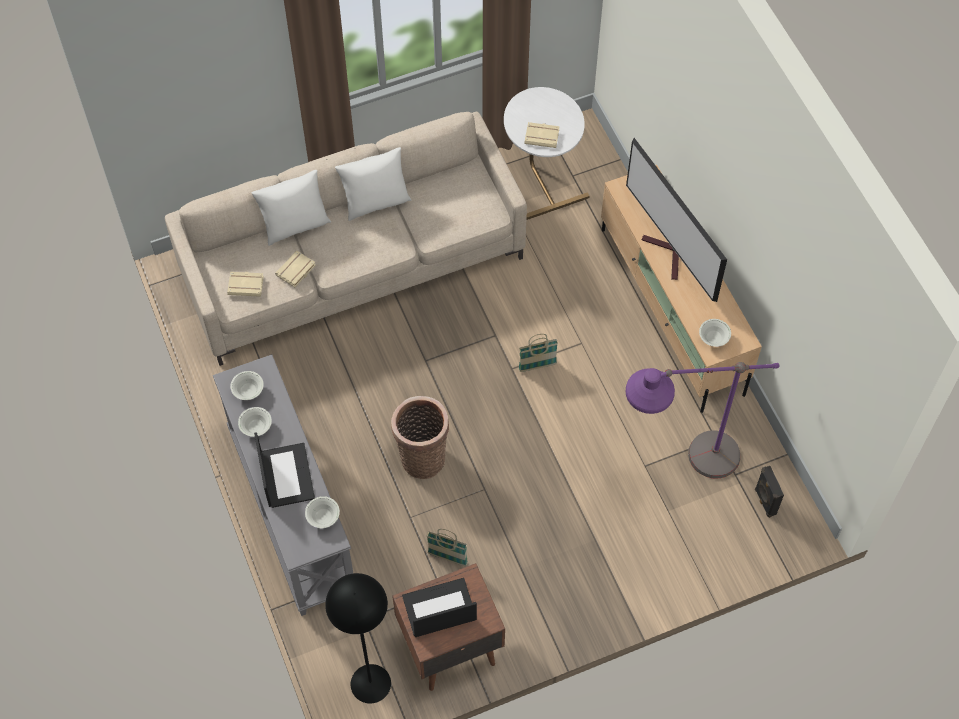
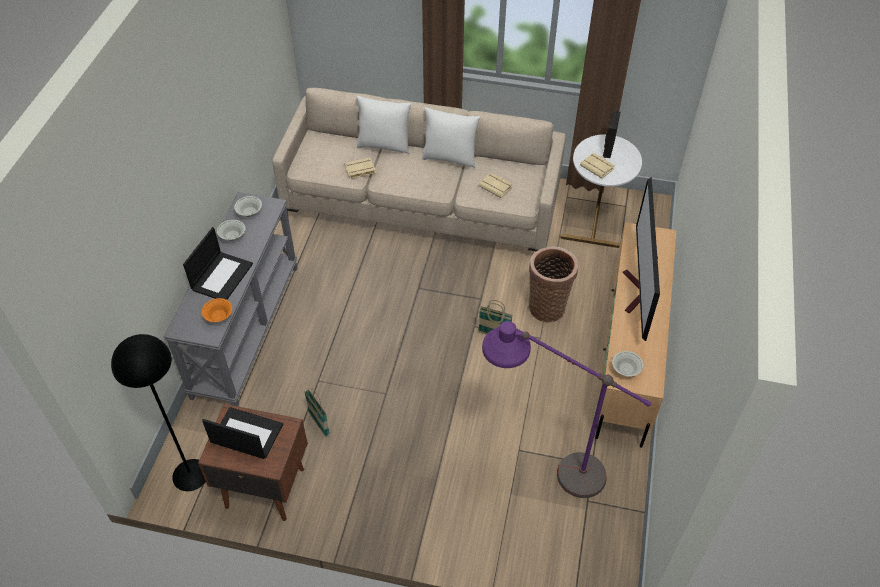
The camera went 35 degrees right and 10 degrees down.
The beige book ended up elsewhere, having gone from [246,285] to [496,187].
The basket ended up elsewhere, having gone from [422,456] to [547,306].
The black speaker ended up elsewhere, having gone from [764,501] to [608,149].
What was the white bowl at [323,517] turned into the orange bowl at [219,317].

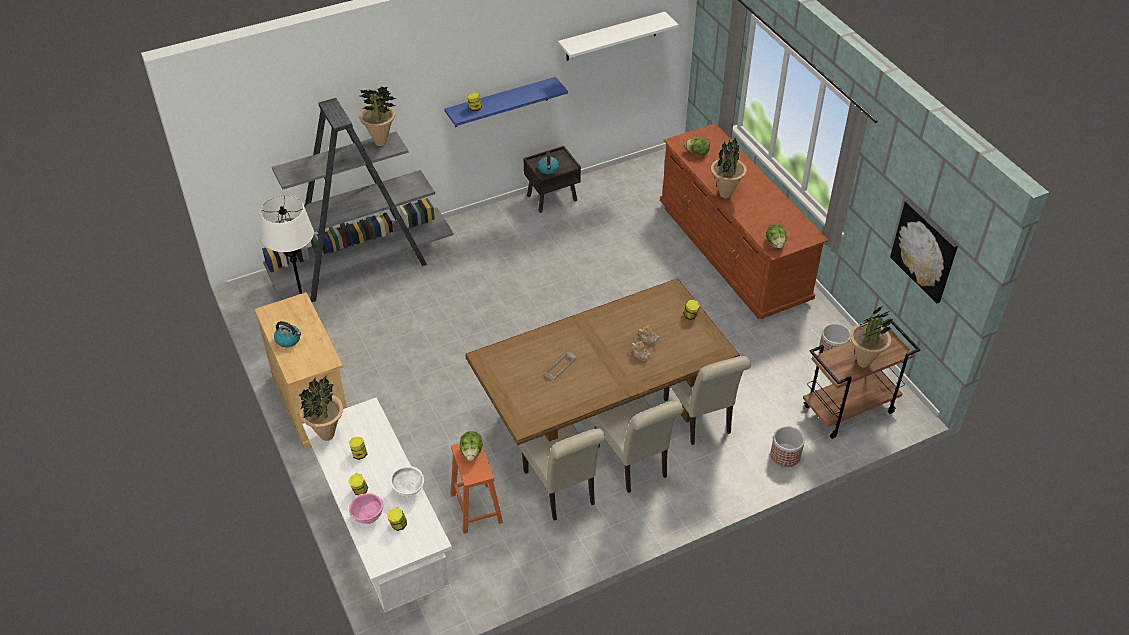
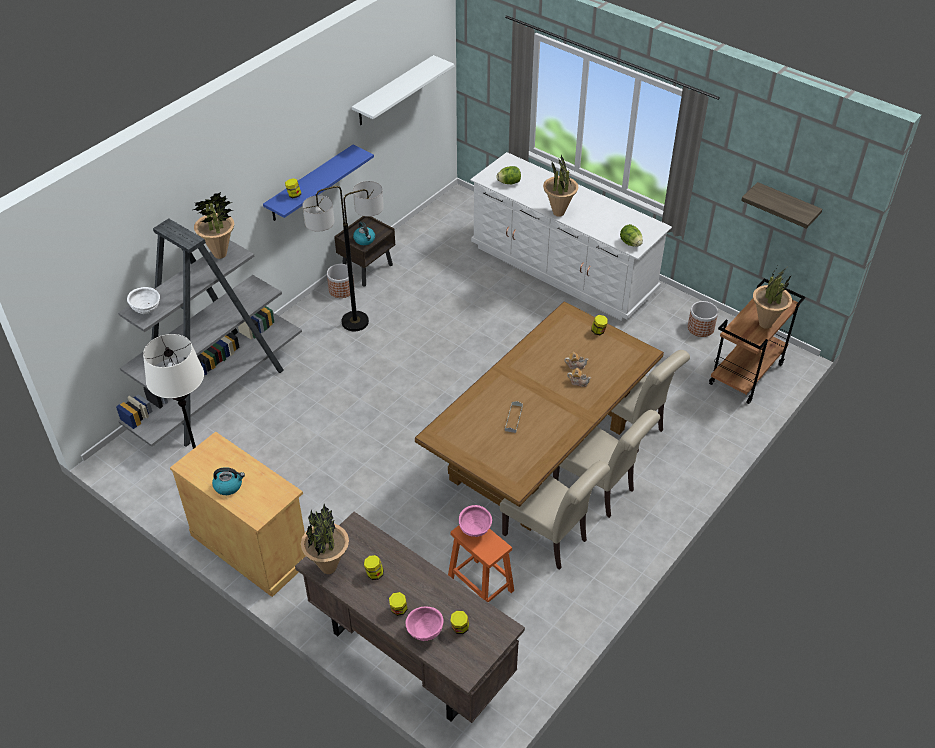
The camera went 25 degrees left and 0 degrees up.
The second view gained the floor lamp at [355,322].
The white bowl ended up elsewhere, having gone from [408,491] to [147,310].
The planter ended up elsewhere, having gone from [785,455] to [341,290].
Where the lettuce stood at [471,452], the pink bowl came to stand at [475,531].
Where the picture hung at [924,251], the shelf came to hang at [786,206].
What was the white desk at [383,540] turned into the brown desk at [409,654].
What was the brown dresser at [732,252] turned into the white dresser at [562,269].

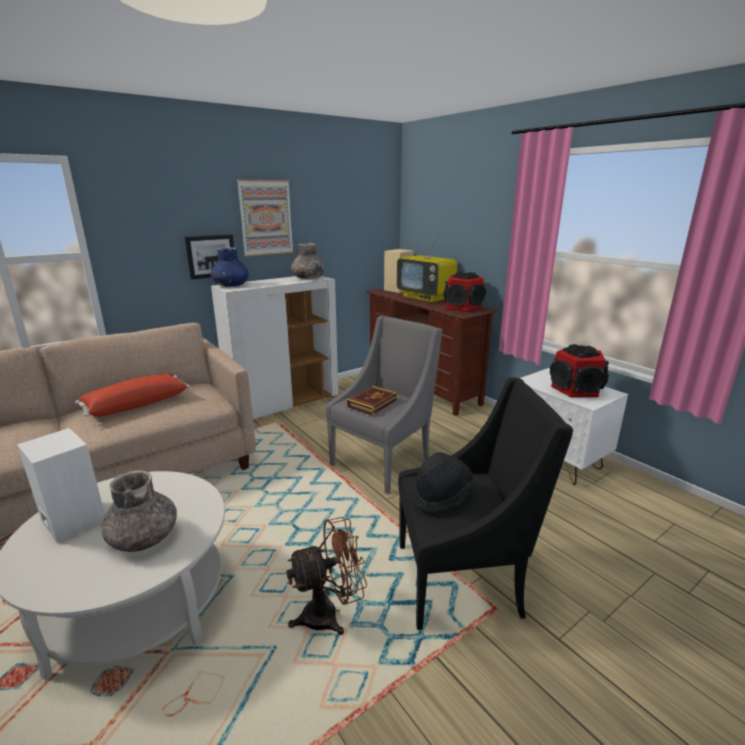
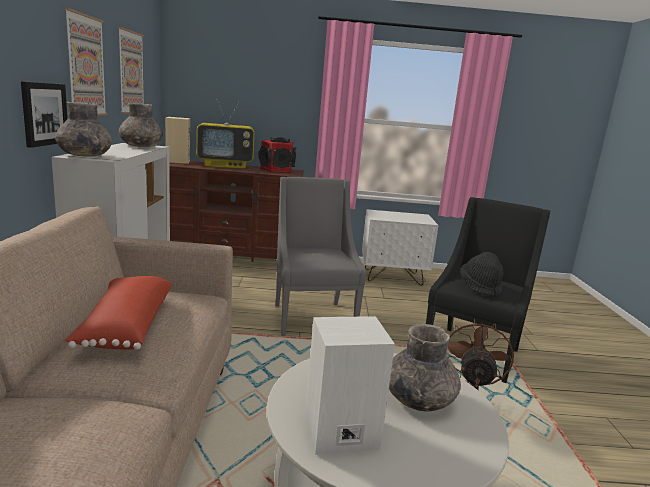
The camera went 55 degrees left and 5 degrees down.
The second view lost the book at [372,403].
The second view lost the speaker at [576,390].
The second view gained the picture at [130,72].
What was the blue vase at [231,285] turned into the grey vase at [84,155].

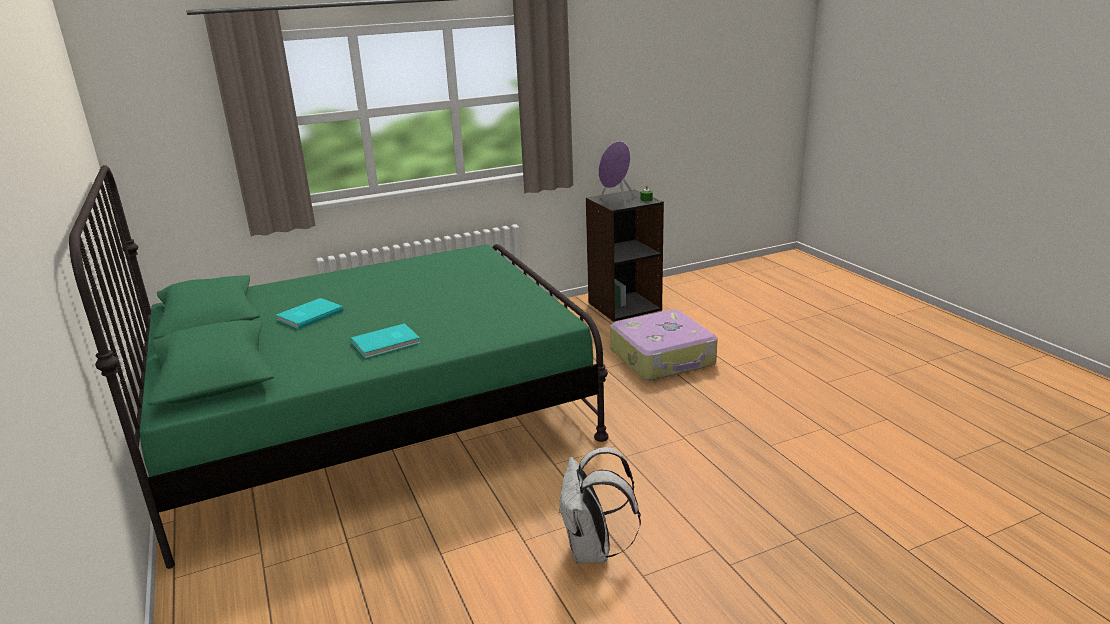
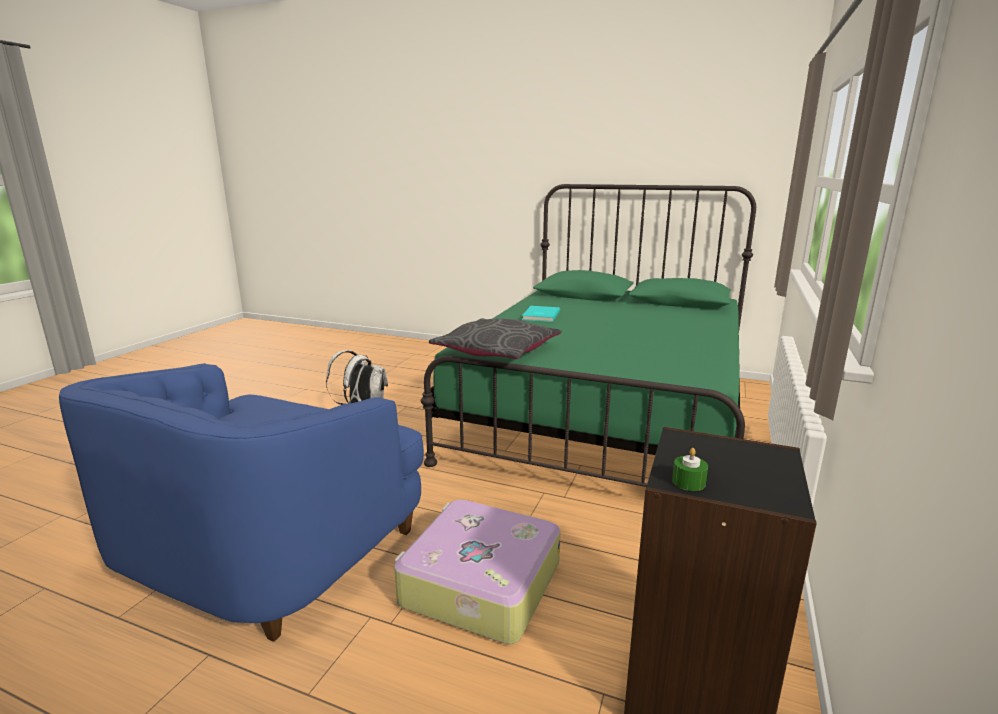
The camera went 135 degrees right and 5 degrees down.
The second view lost the turquoise book at [308,315].
The second view lost the purple speaker at [616,201].
The second view gained the blue armchair at [270,548].
The second view gained the grey pillow at [497,351].

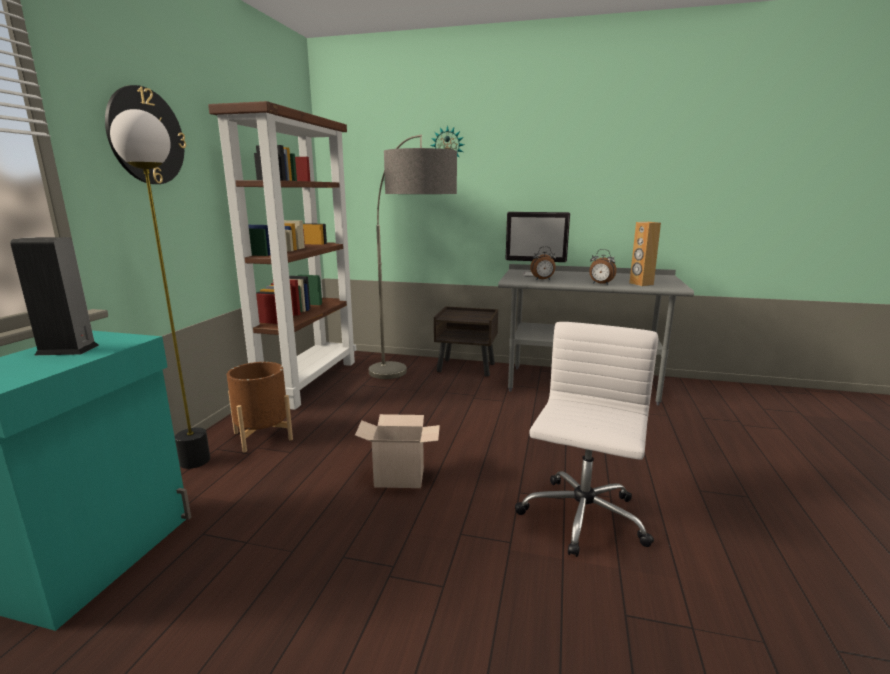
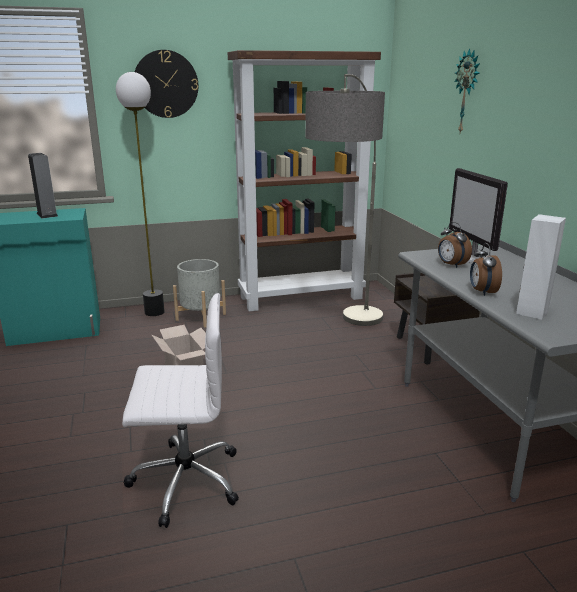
The camera went 60 degrees right and 5 degrees up.
What was the brown planter at [263,436] turned into the grey planter at [201,317].
What was the brown speaker at [641,284] turned into the white speaker at [531,312].

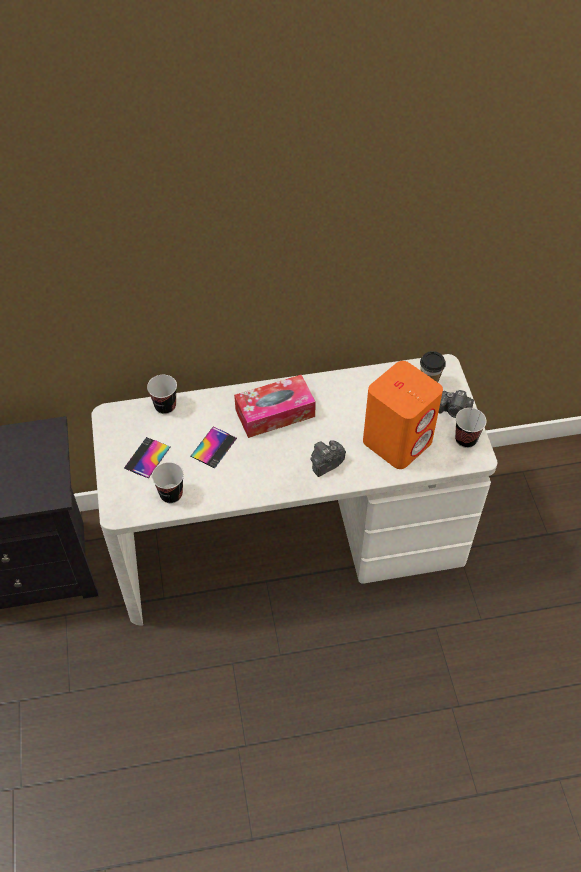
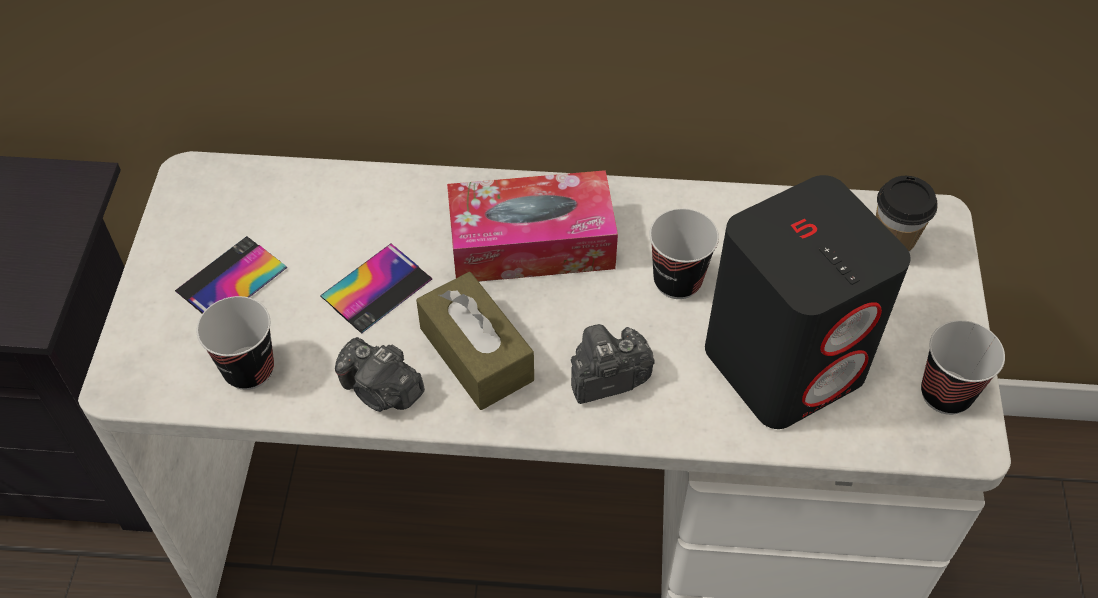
The camera went 15 degrees right and 0 degrees up.
The second view gained the brown tissue box at [476,354].
The cup ended up elsewhere, having gone from [165,406] to [677,281].
The photo camera ended up elsewhere, having gone from [454,411] to [381,391].
What was the orange speaker at [398,440] turned into the black speaker at [785,362].

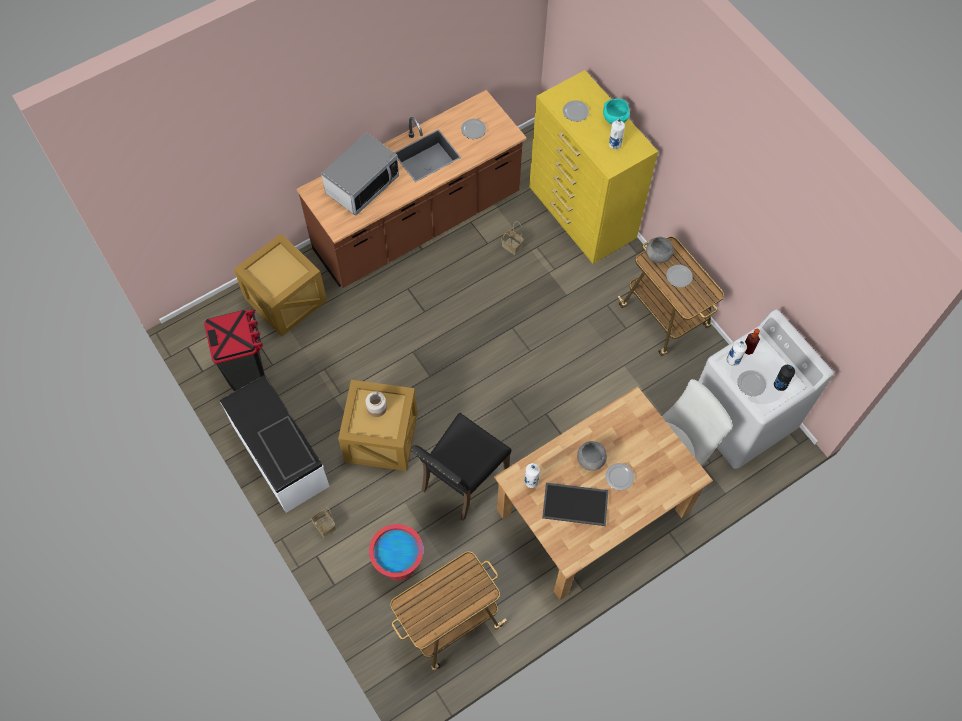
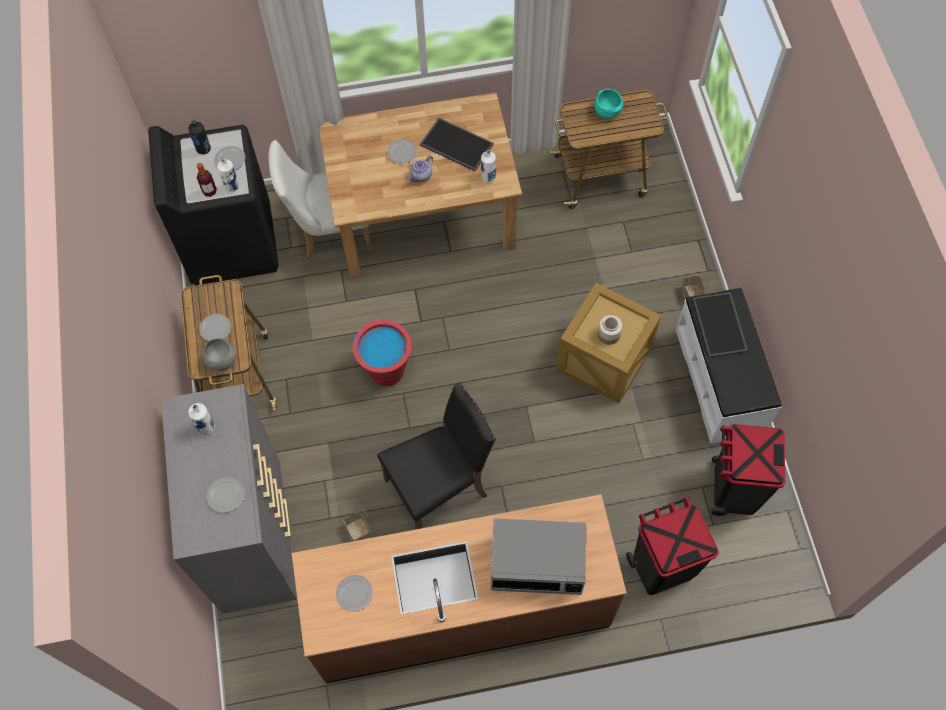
The camera went 155 degrees left and 0 degrees up.
The red bucket ended up elsewhere, having gone from [399,565] to [386,371].
The black chair ended up elsewhere, having gone from [462,481] to [439,488].
The turquoise bowl ended up elsewhere, having gone from [615,119] to [606,111].
Where the crate stood at [286,299], the black trash can came to stand at [662,567].
Where the grey bowl stood at [590,460], the teapot came to stand at [421,176].
What was the yellow dresser at [581,217] turned into the grey dresser at [255,536].
What was the white washing machine at [740,421] turned into the black washing machine at [231,243].
The microwave at [362,185] ended up facing another way, 150 degrees counterclockwise from before.

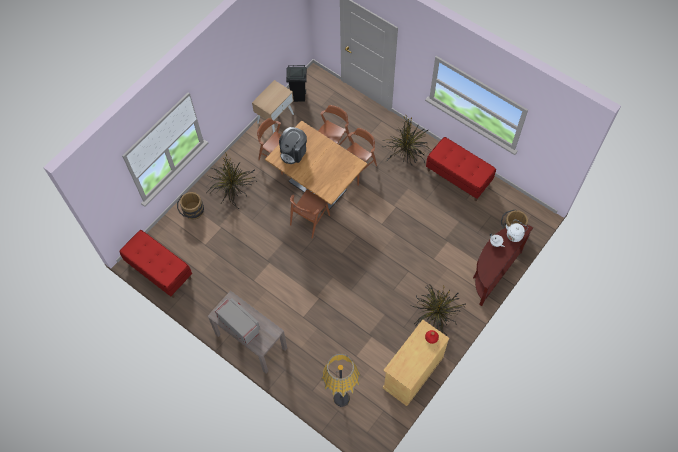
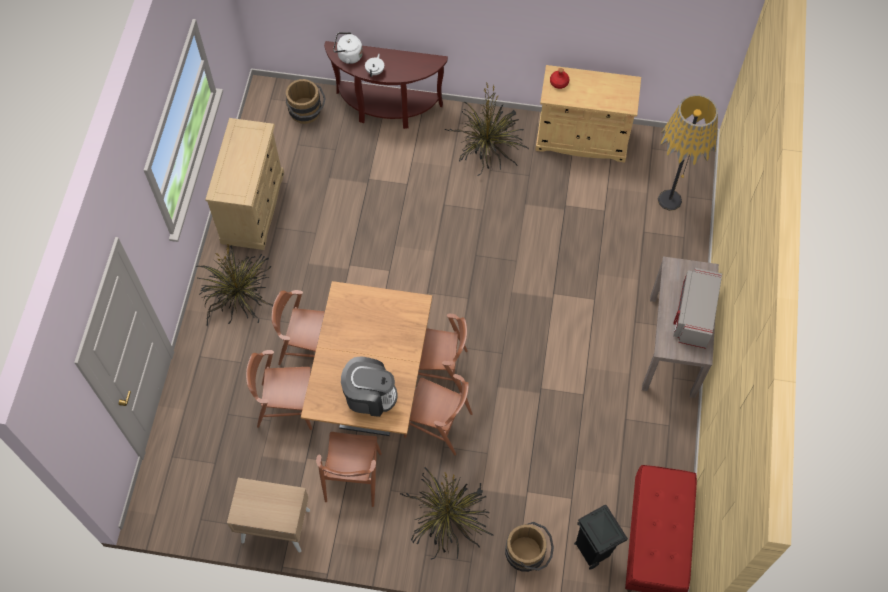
The camera went 120 degrees left and 0 degrees up.
The second view gained the brown chair at [438,425].
The black trash can ended up elsewhere, having gone from [299,96] to [592,550].
Where the red bench stood at [458,177], the beige dresser came to stand at [253,207].

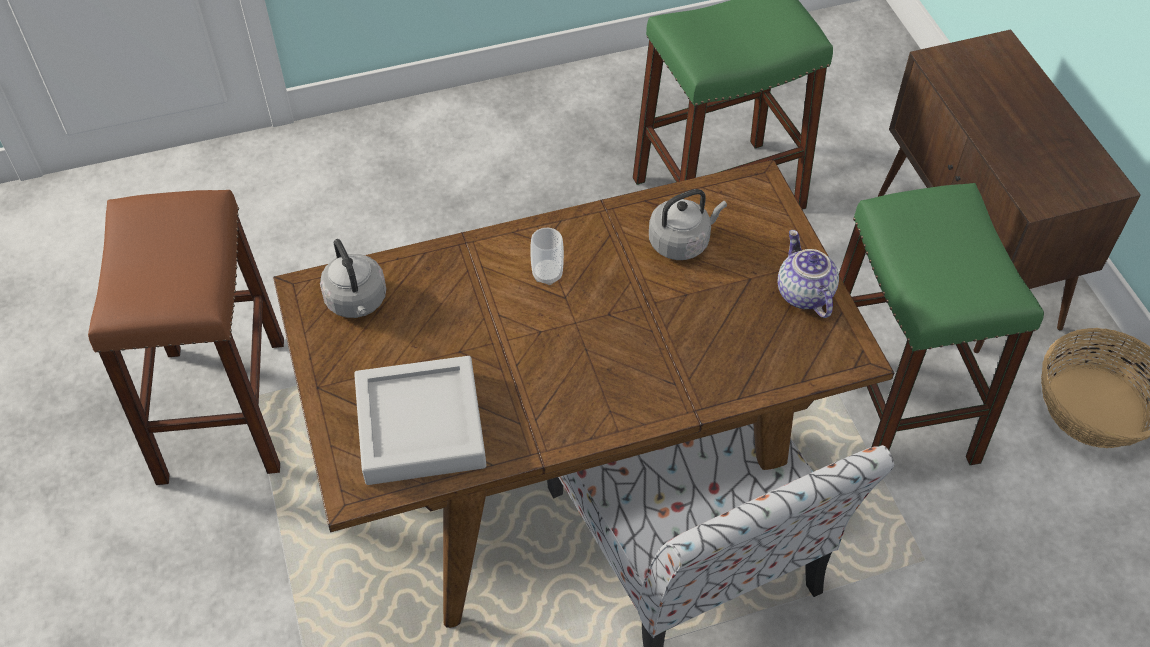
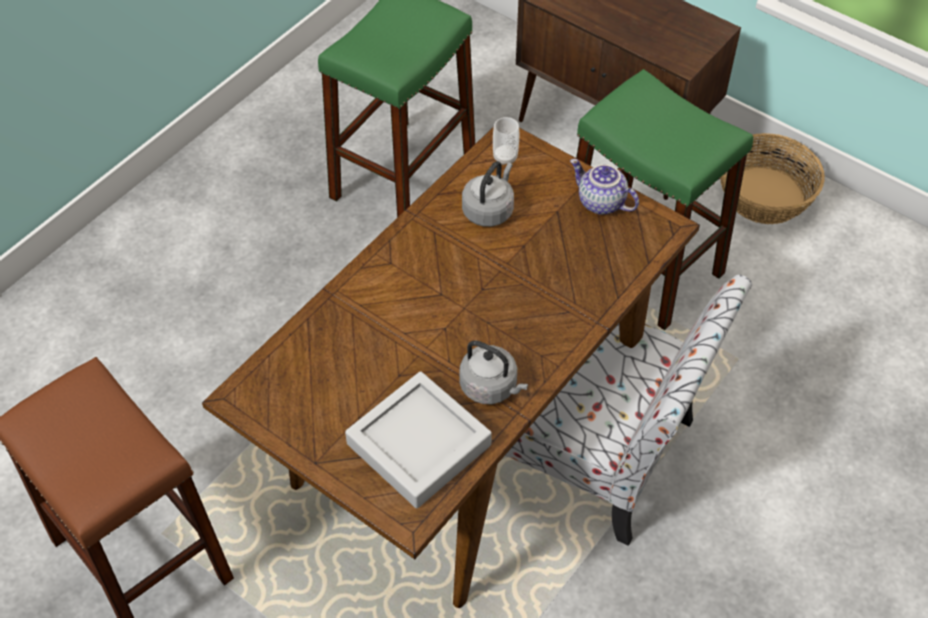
The camera went 35 degrees left and 0 degrees up.
The grey kettle ended up elsewhere, having gone from [357,302] to [491,387].
The cup ended up elsewhere, having gone from [547,274] to [505,157].

